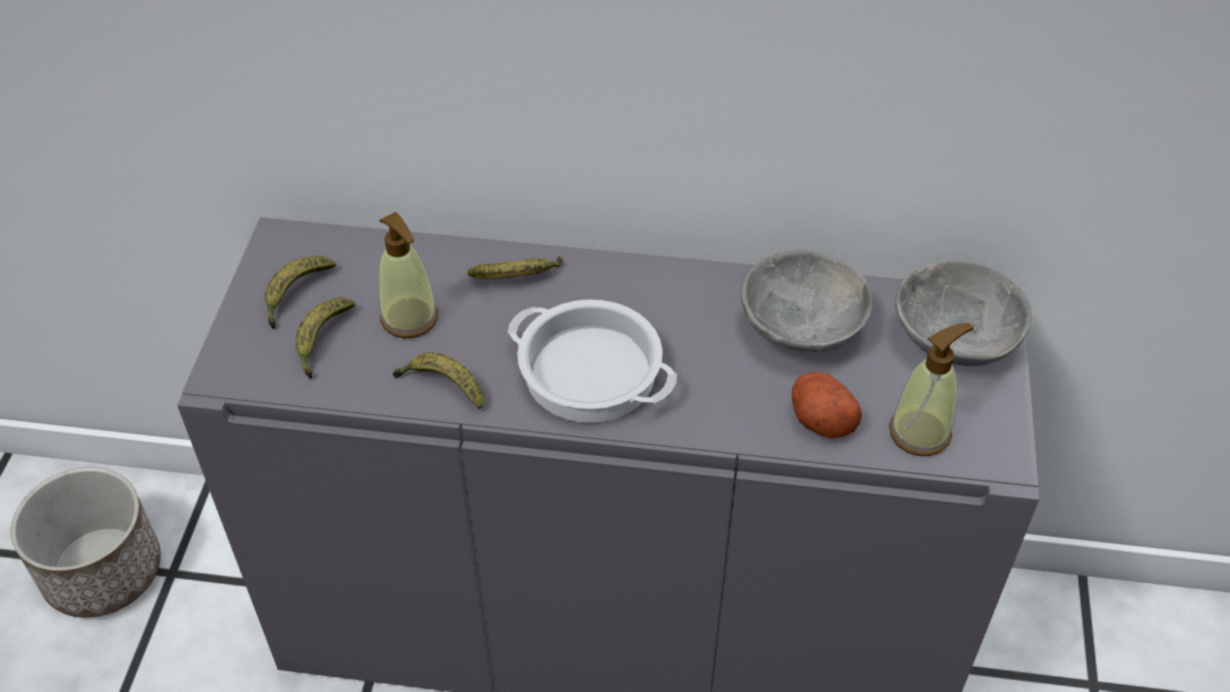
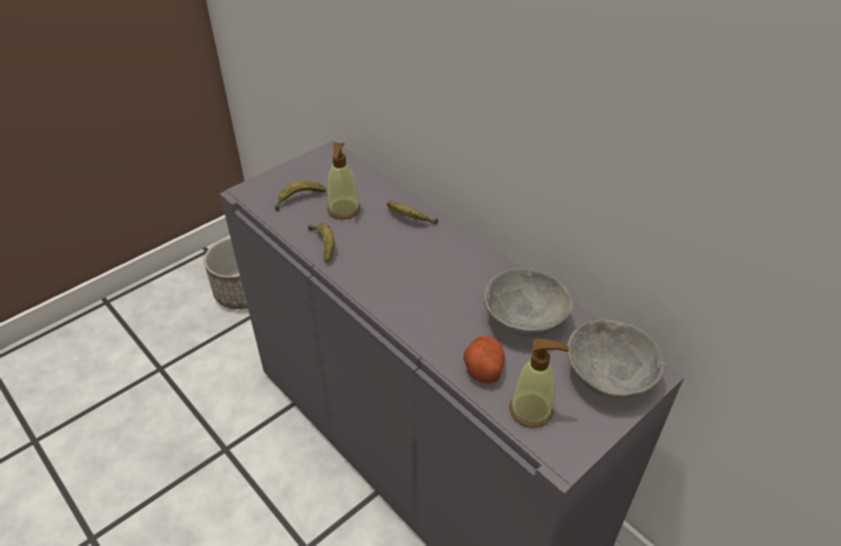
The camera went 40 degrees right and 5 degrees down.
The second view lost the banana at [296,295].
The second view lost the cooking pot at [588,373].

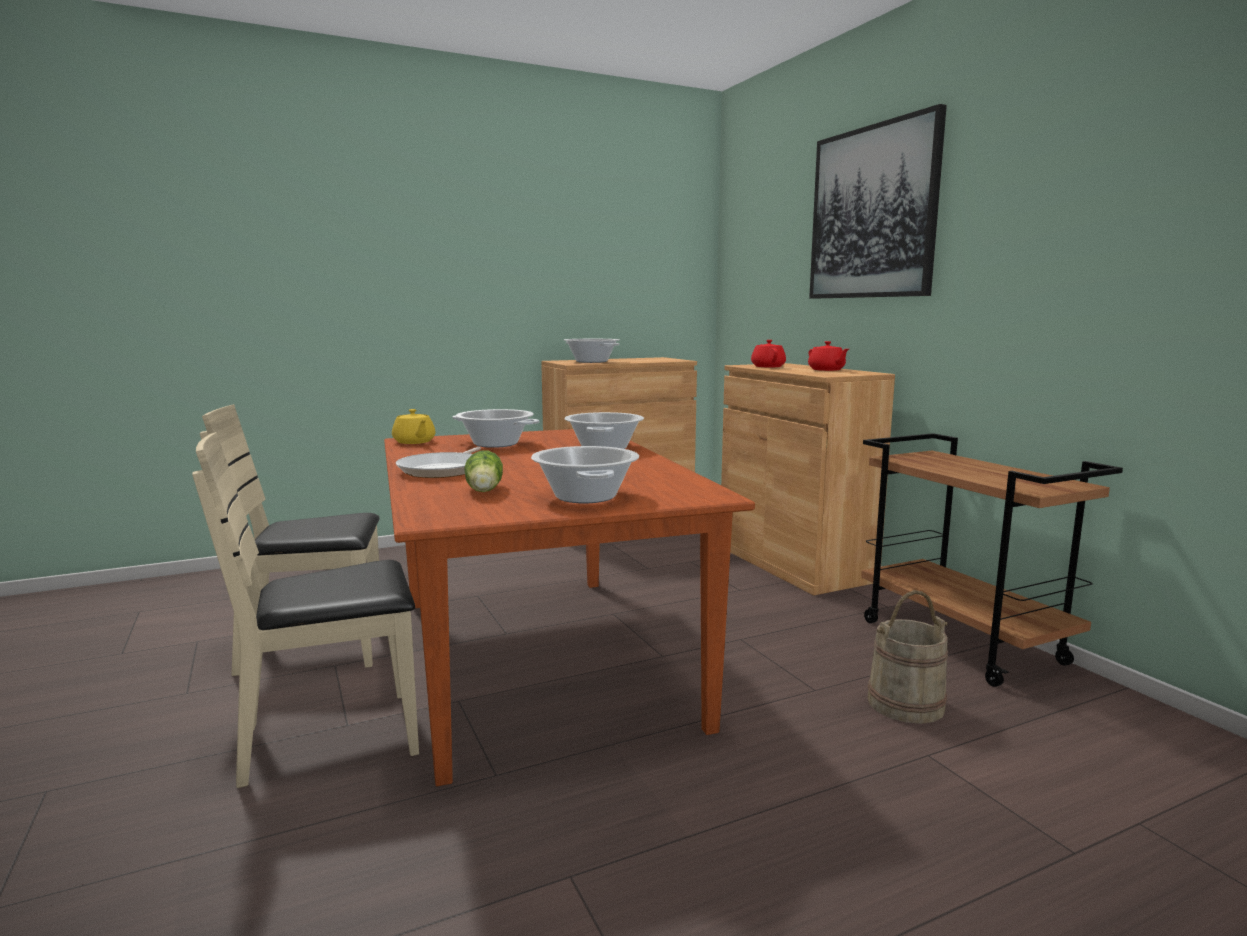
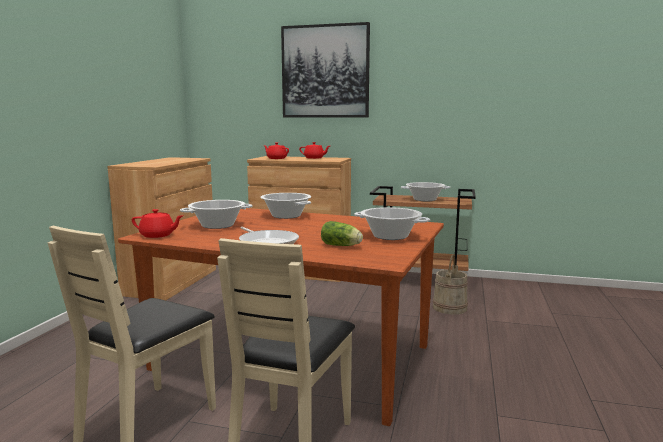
The camera went 50 degrees left and 0 degrees up.
The cooking pot ended up elsewhere, having gone from [592,361] to [424,199].
What was the yellow teapot at [414,442] turned into the red teapot at [158,235].

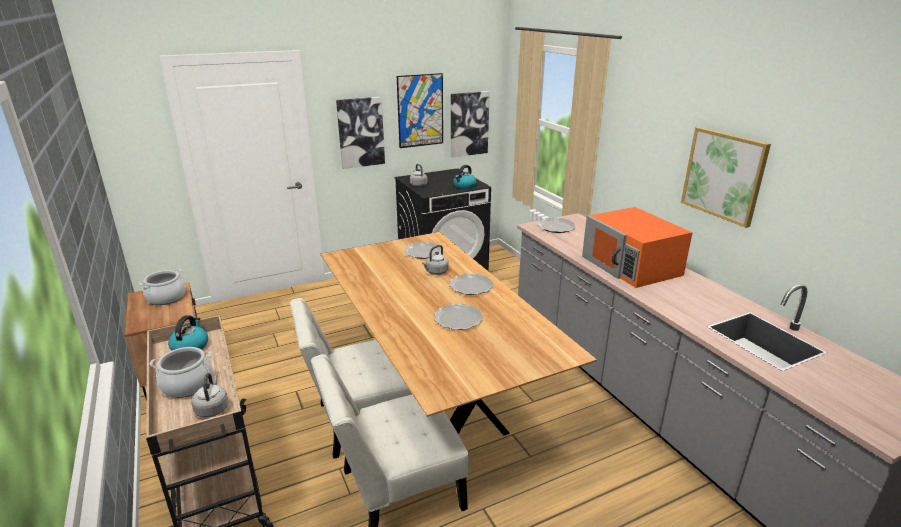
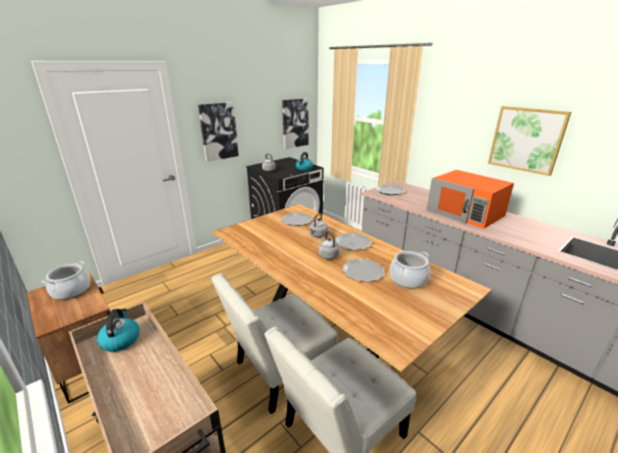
The camera went 15 degrees left and 0 degrees up.
The second view lost the picture at [420,111].
The cooking pot ended up elsewhere, having gone from [187,384] to [408,279].
The grey kettle ended up elsewhere, having gone from [212,408] to [328,255].

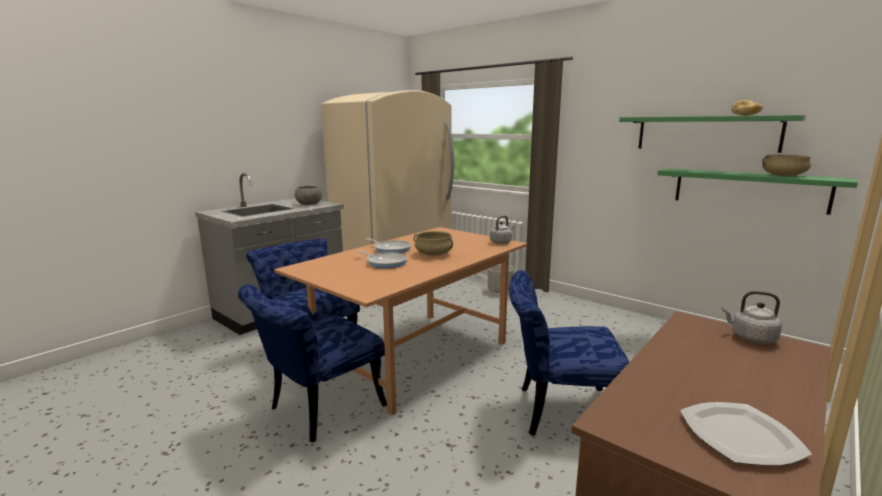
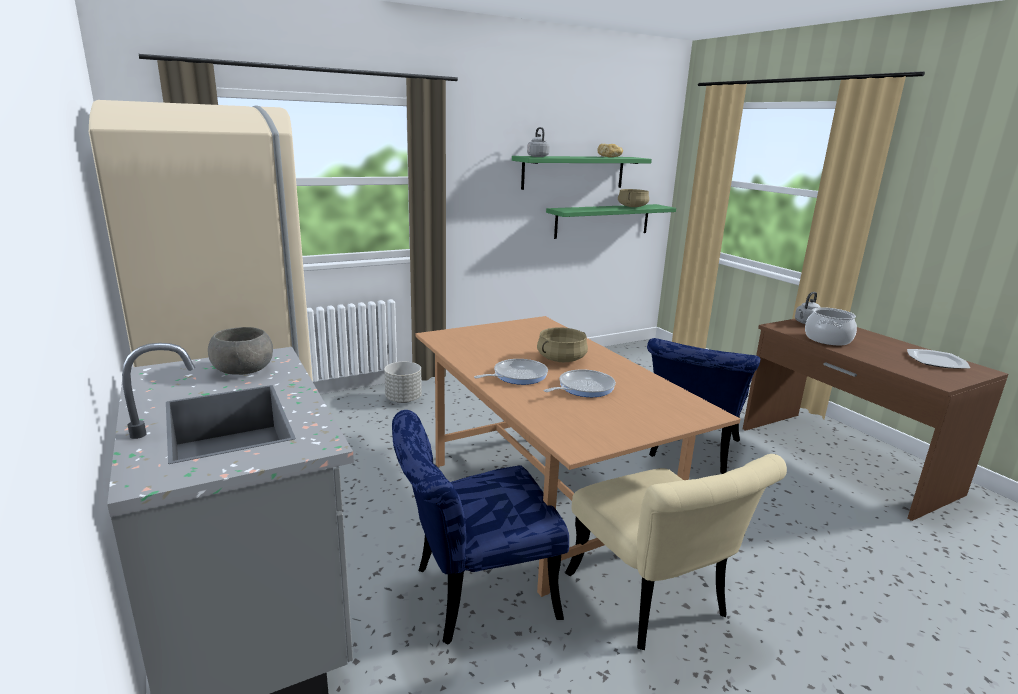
The camera went 70 degrees left and 5 degrees up.
The second view gained the cooking pot at [827,339].
The grey kettle ended up elsewhere, having gone from [501,242] to [537,156].
What was the blue chair at [318,410] turned into the beige chair at [654,603].

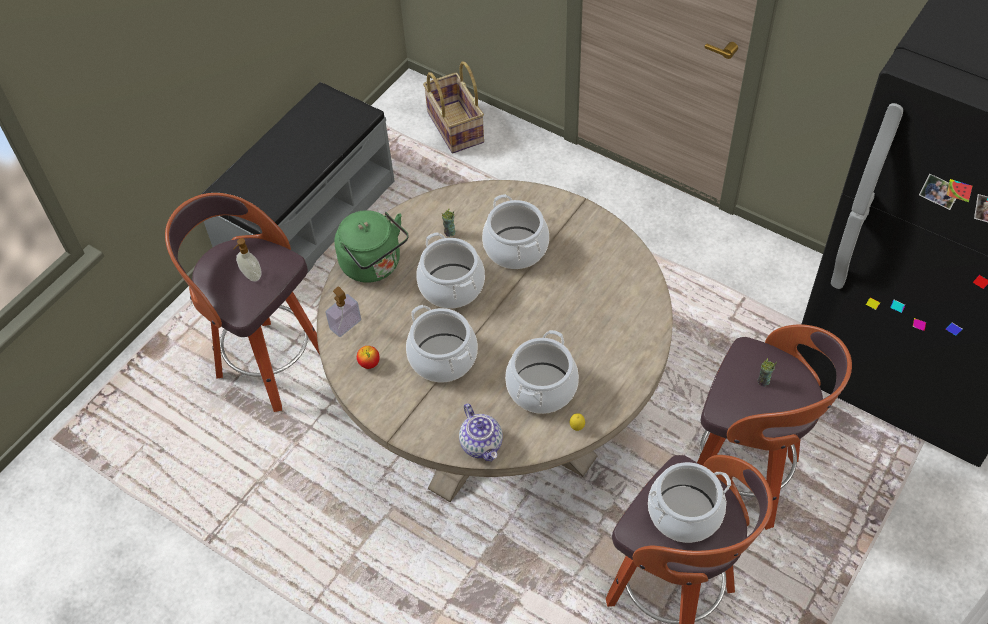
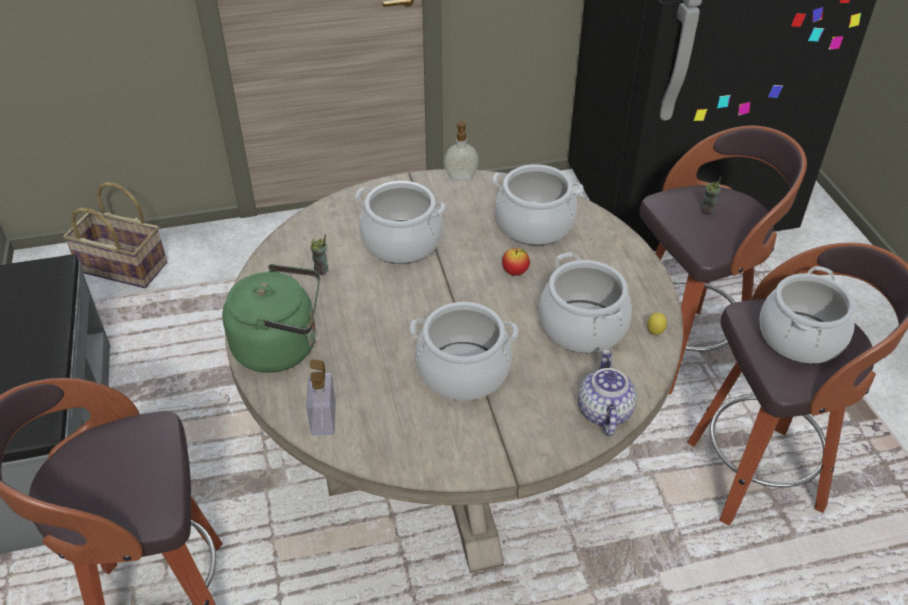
The camera went 50 degrees left and 10 degrees down.
The soap dispenser ended up elsewhere, having gone from [251,276] to [461,177].
The apple ended up elsewhere, having gone from [369,364] to [515,272].
The cooking pot ended up elsewhere, having gone from [451,286] to [534,225].
The teapot at [482,444] ended up facing another way, 105 degrees counterclockwise from before.

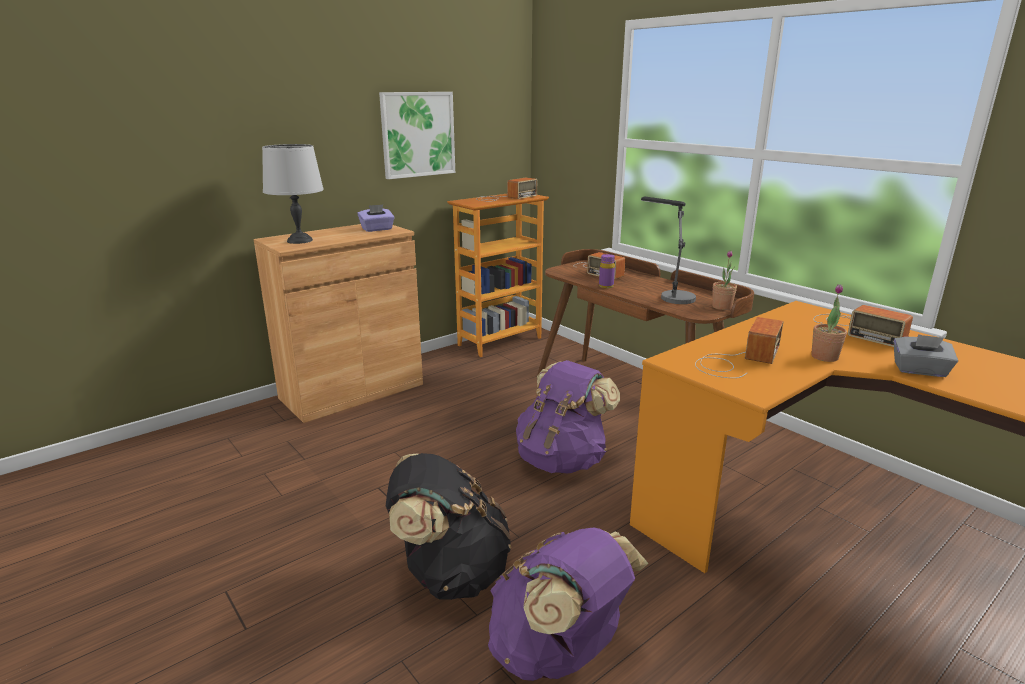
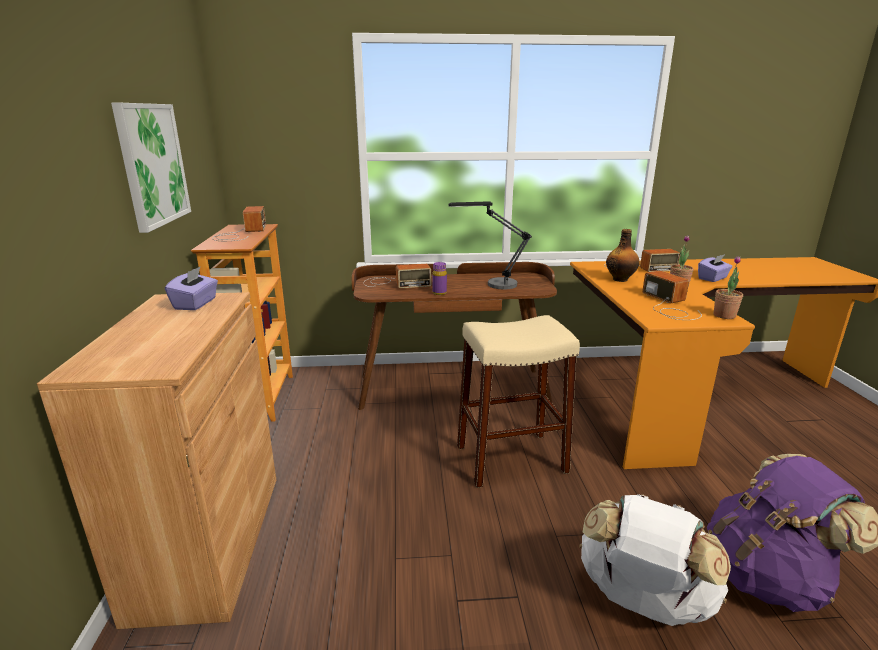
The camera went 55 degrees left and 0 degrees up.
The second view lost the grey table lamp at [300,240].
The second view gained the bottle at [620,279].
The potted plant ended up elsewhere, having gone from [722,307] to [724,315].
Where the purple backpack stood at [562,460], the beige stool came to stand at [511,459].
What was the black backpack at [450,573] turned into the white backpack at [642,601].
What was the grey tissue box at [920,371] turned into the purple tissue box at [712,278].

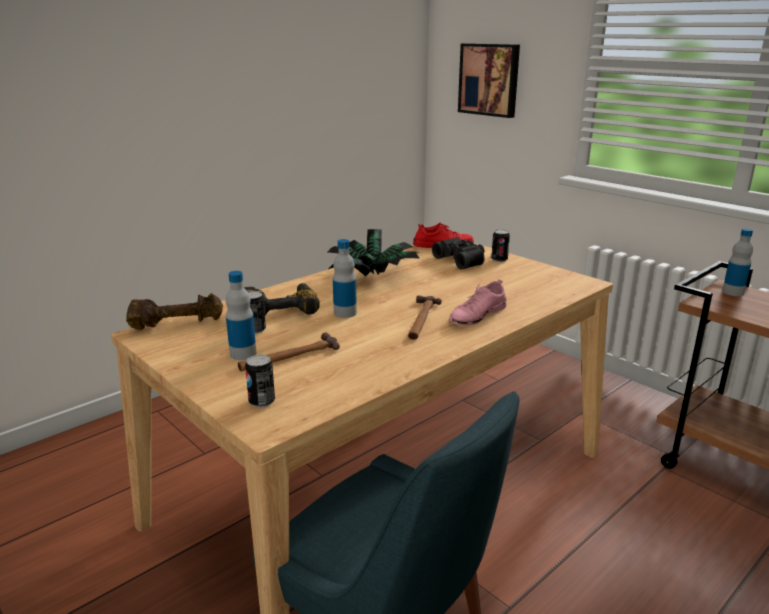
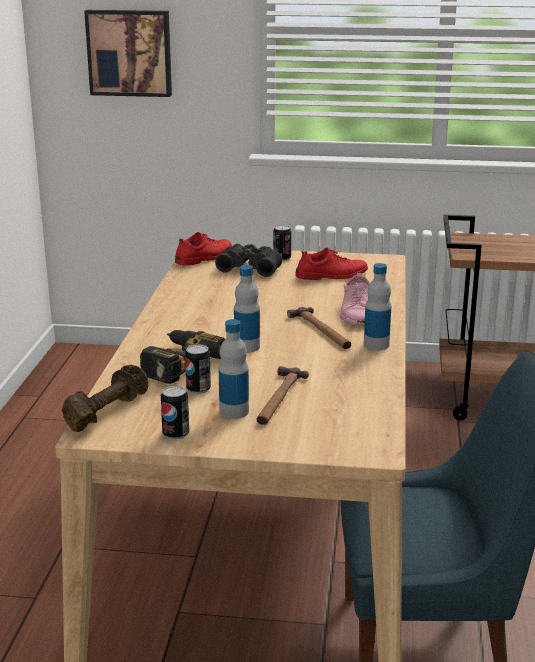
The camera went 40 degrees left and 0 degrees up.
The second view lost the potted plant at [374,276].
The second view gained the red shoe at [331,275].
The can ended up elsewhere, having gone from [262,402] to [175,434].
The bottle ended up elsewhere, having gone from [733,292] to [376,345].

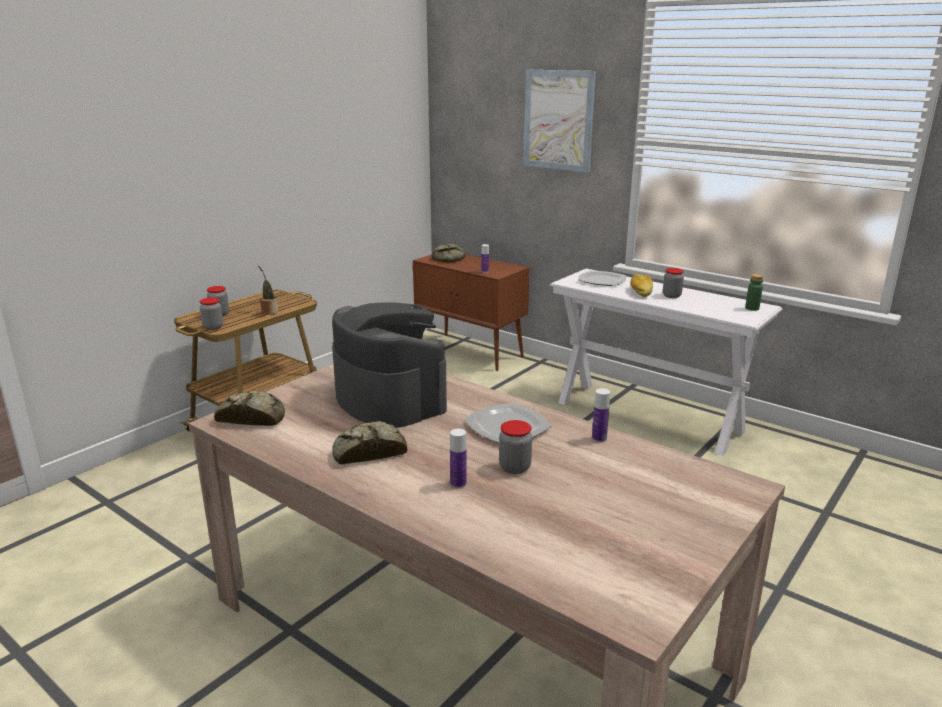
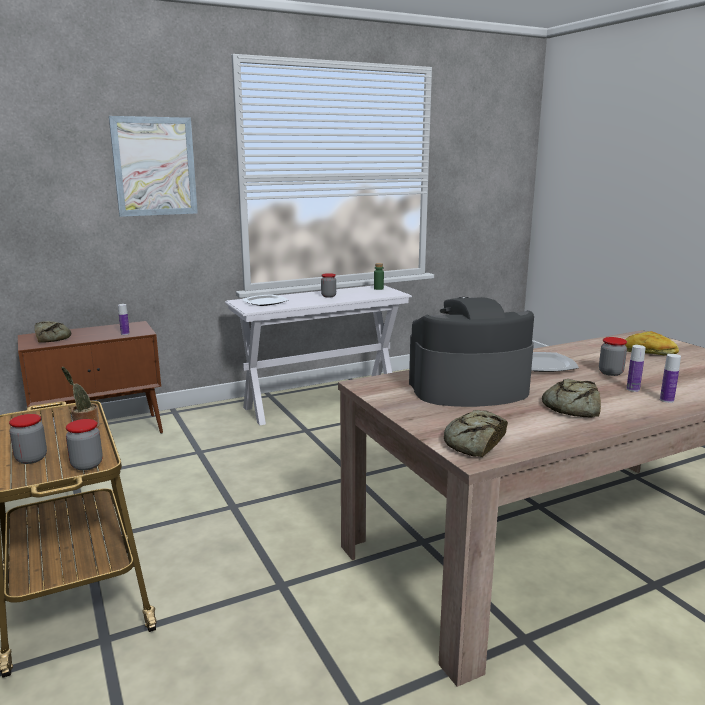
The camera went 65 degrees left and 5 degrees down.
The bottle ended up elsewhere, having gone from [599,439] to [666,400].
The bread ended up elsewhere, having gone from [640,292] to [648,353].

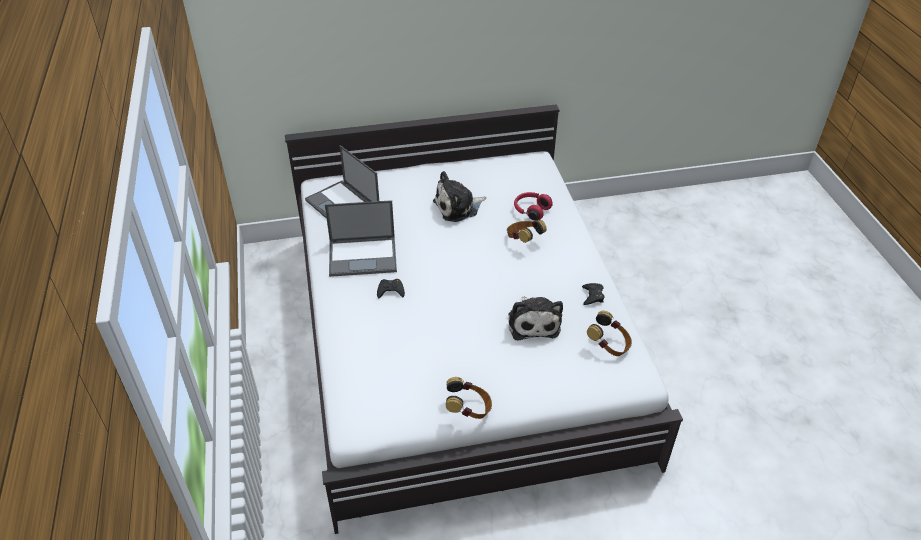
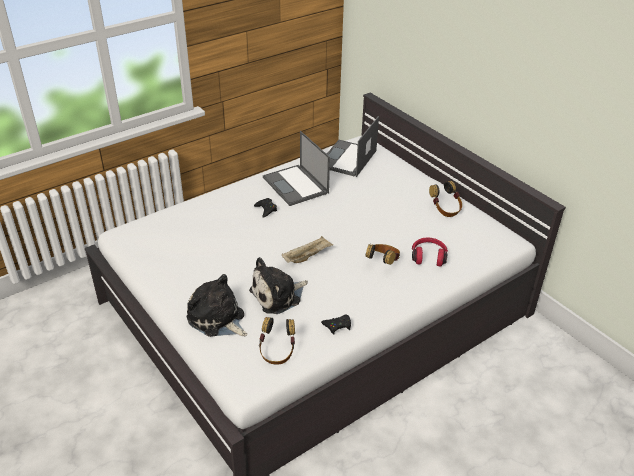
The camera went 65 degrees right and 5 degrees down.
The second view gained the beige tray at [307,256].
The plush toy ended up elsewhere, having gone from [458,207] to [218,319].
The headphones ended up elsewhere, having gone from [469,409] to [445,209].

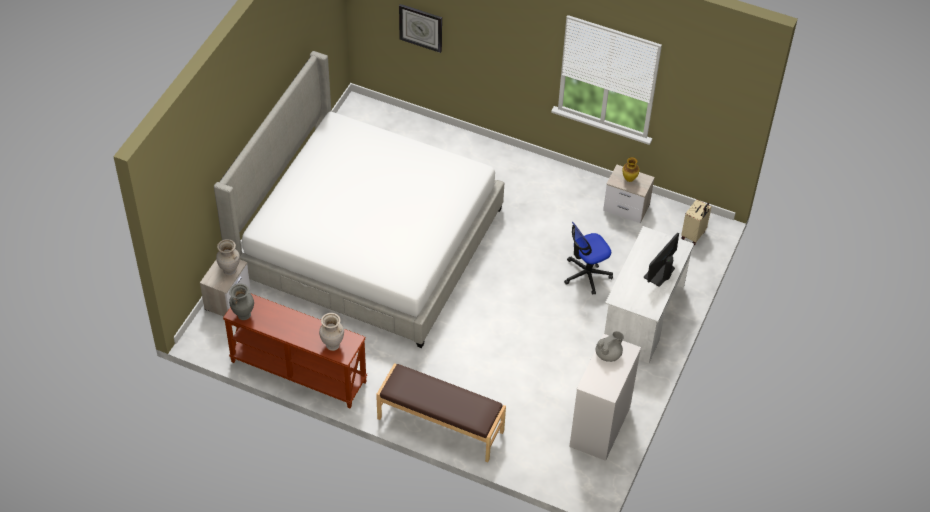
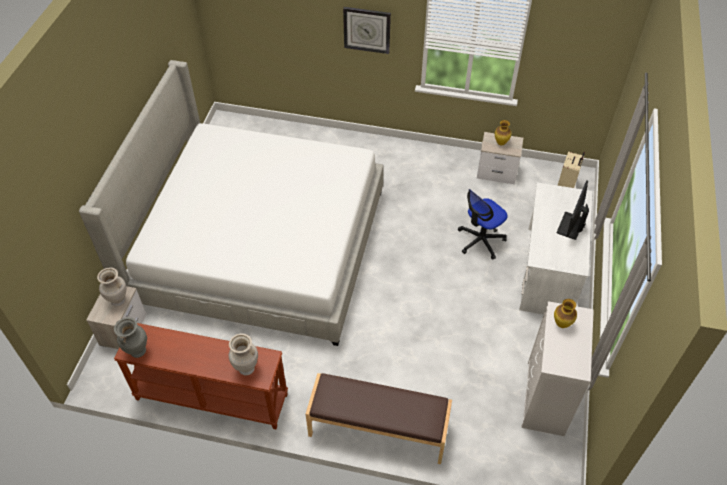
The camera went 10 degrees left and 0 degrees up.
The wall clock ended up elsewhere, having gone from [421,27] to [367,30].
Where the grey teapot stood at [608,354], the vase came to stand at [562,324].

